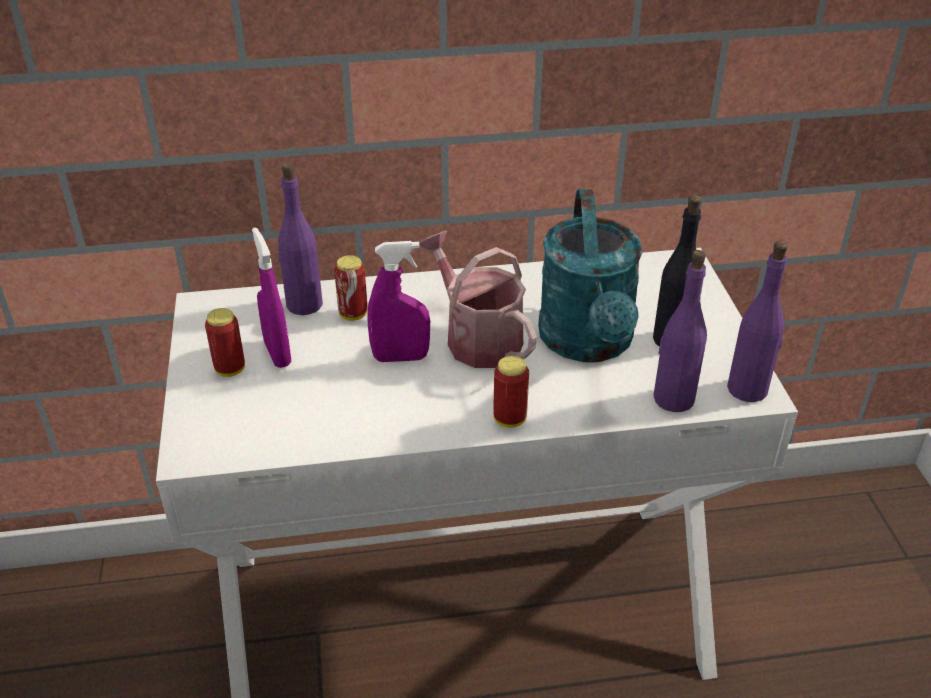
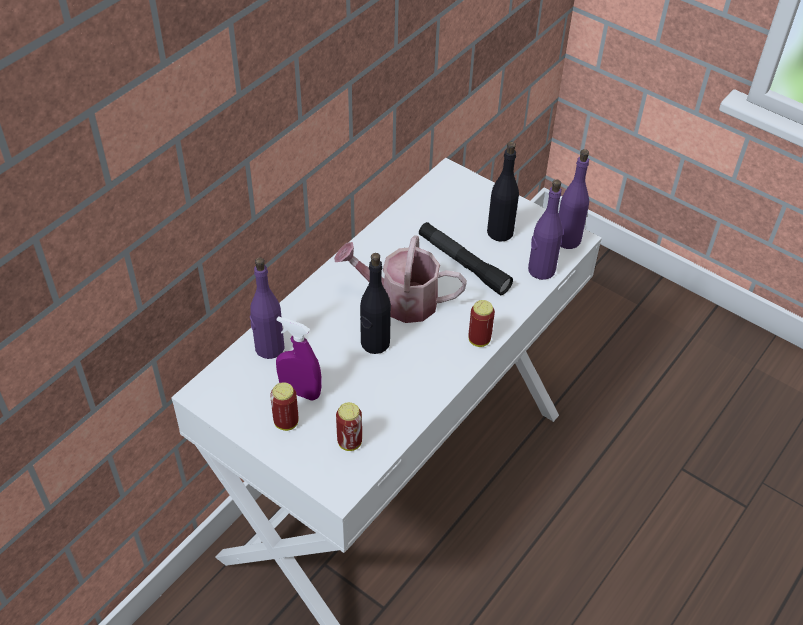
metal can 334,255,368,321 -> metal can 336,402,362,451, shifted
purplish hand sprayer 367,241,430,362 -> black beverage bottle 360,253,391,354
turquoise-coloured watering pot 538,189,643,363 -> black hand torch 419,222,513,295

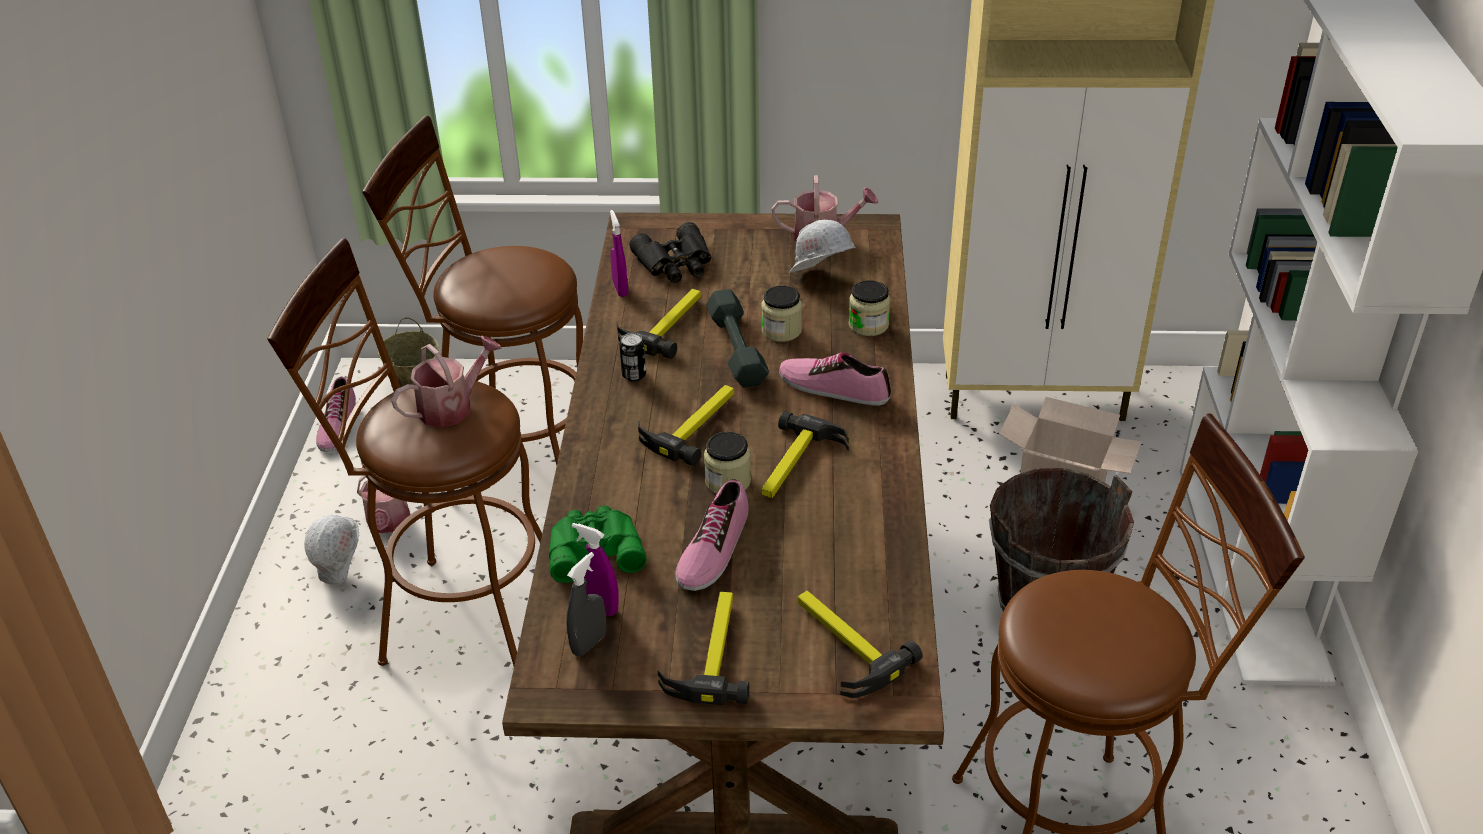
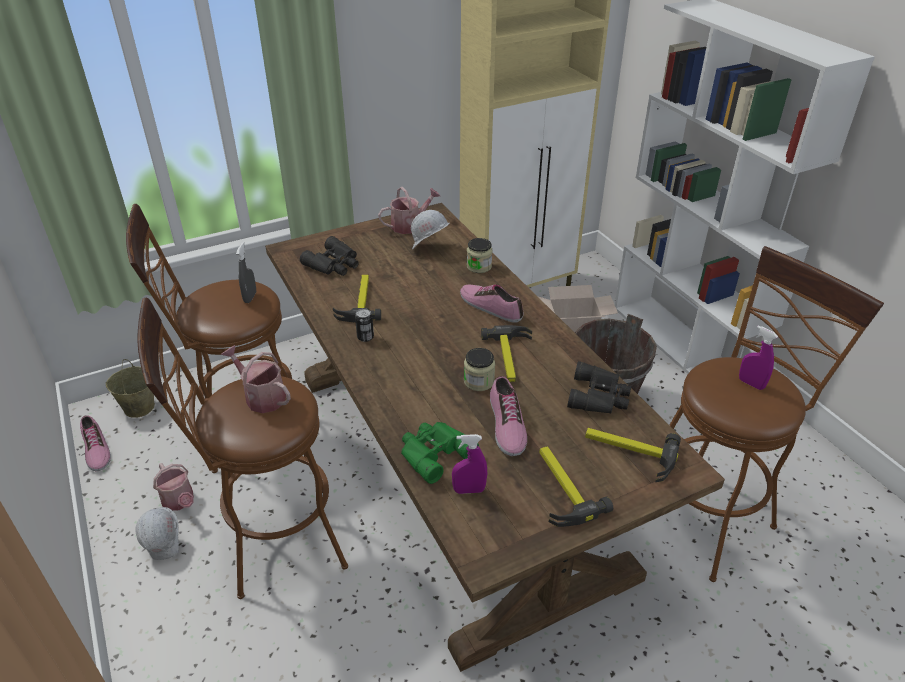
hand hammer 638,385,734,466 -> none
gray dumbbell 706,289,769,388 -> none
preserve jar 761,286,802,342 -> none
none -> black field glasses 567,361,631,413
gray hand sprayer 566,552,606,656 -> gray hand sprayer 236,242,256,303, shifted
purplish hand sprayer 610,210,629,297 -> purplish hand sprayer 739,325,778,390, shifted
watering pot 391,336,502,428 -> watering pot 221,345,291,413, 75 degrees counterclockwise
low shoe 779,353,891,406 -> low shoe 460,284,523,323, 45 degrees clockwise

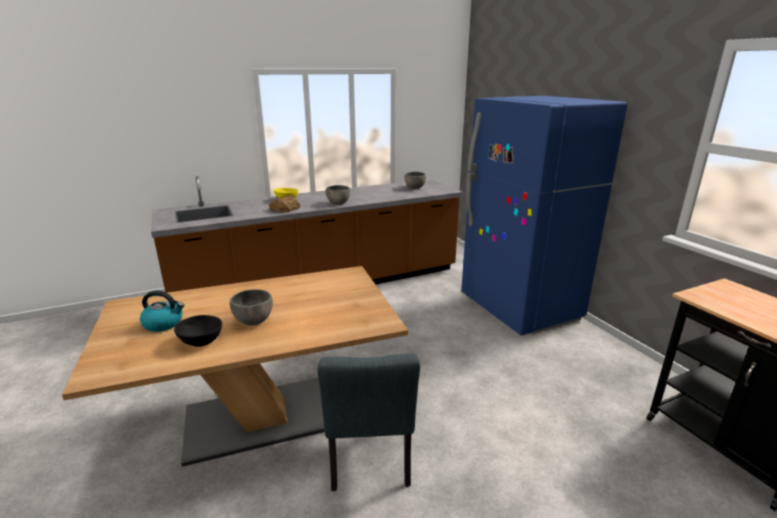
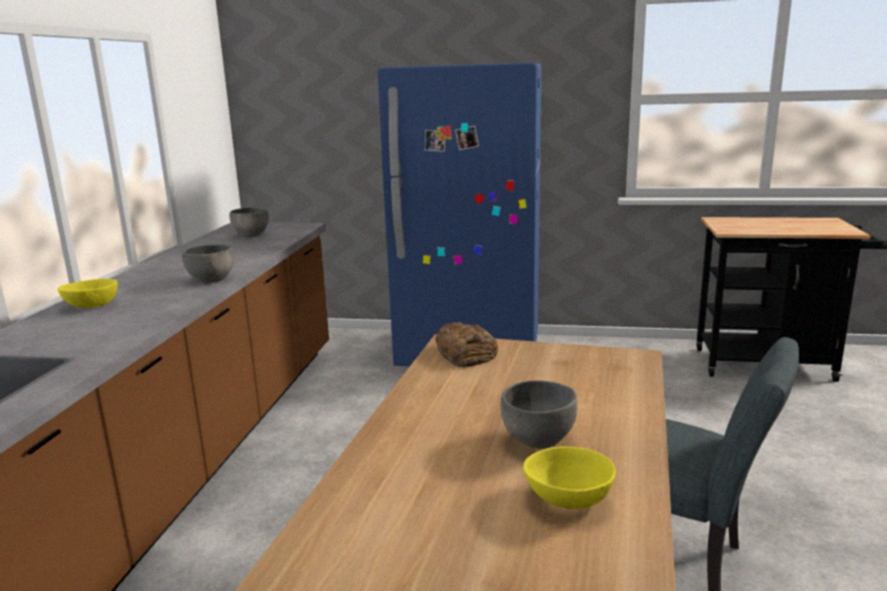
kettle 140,290,184,332 -> none
bakery bread 269,195,300,212 -> bakery bread 436,322,498,367, shifted
black serving bowl 174,315,222,347 -> yellowish serving bowl 523,447,616,509

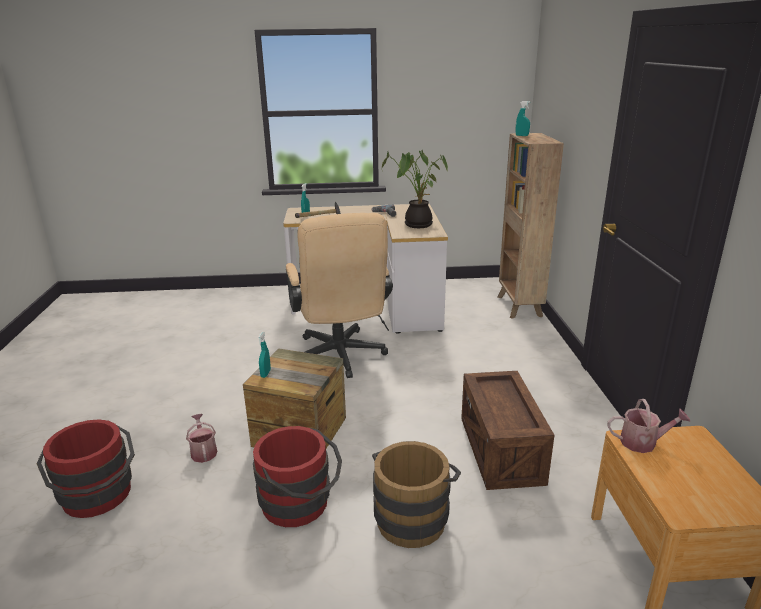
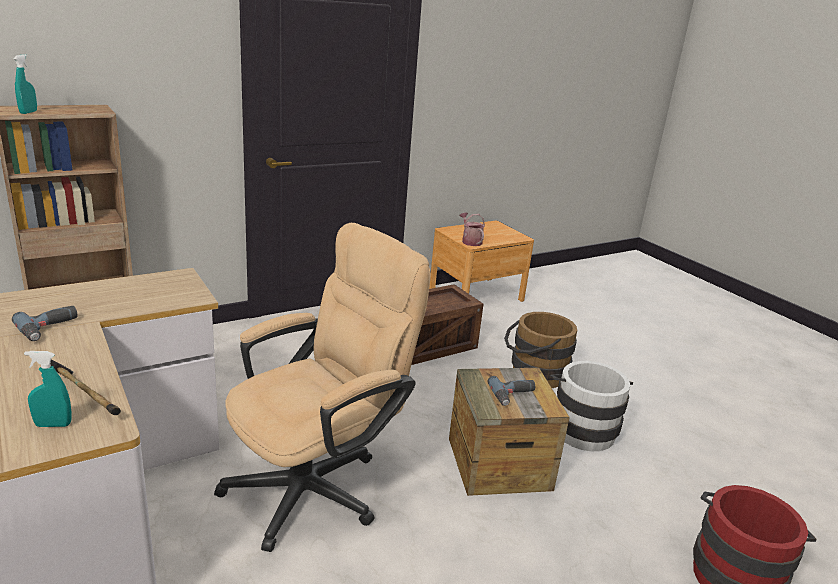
watering pot 186,414,217,463 -> none
turquoise-coloured hand sprayer 258,332,271,378 -> none
potted plant 382,150,448,228 -> none
none -> power drill 487,376,535,406
red-coloured water bucket 253,426,342,527 -> white water bucket 550,361,633,451

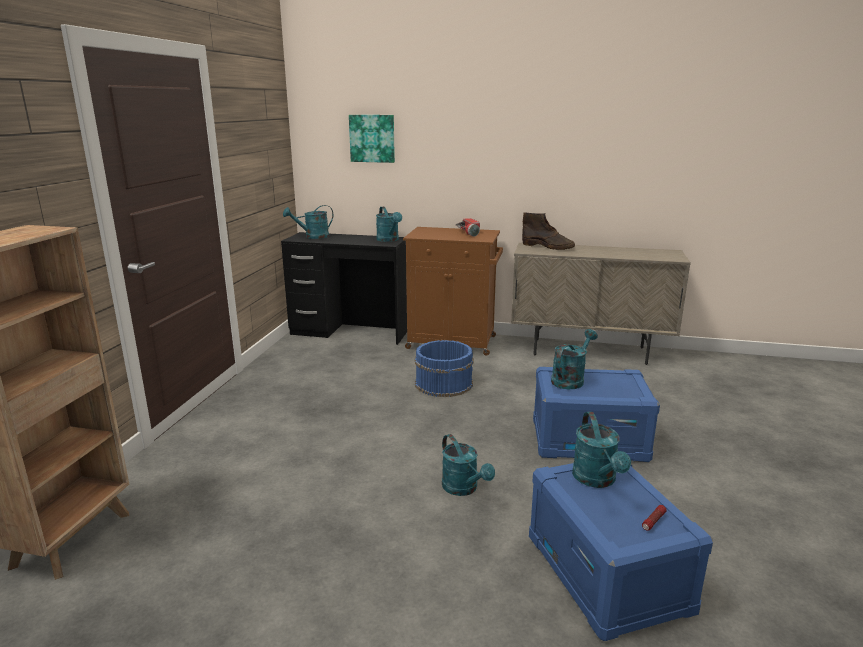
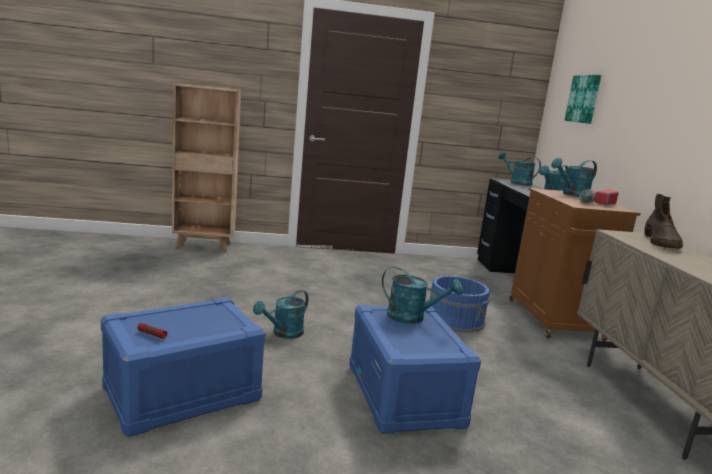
turquoise-coloured watering pot 572,412,631,488 -> turquoise-coloured watering pot 551,158,597,197, shifted

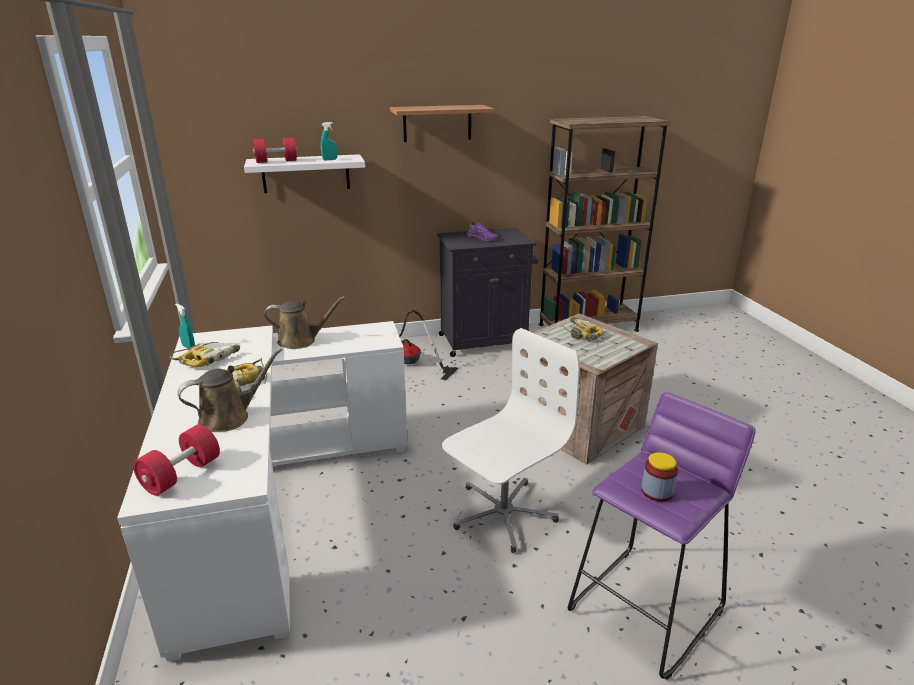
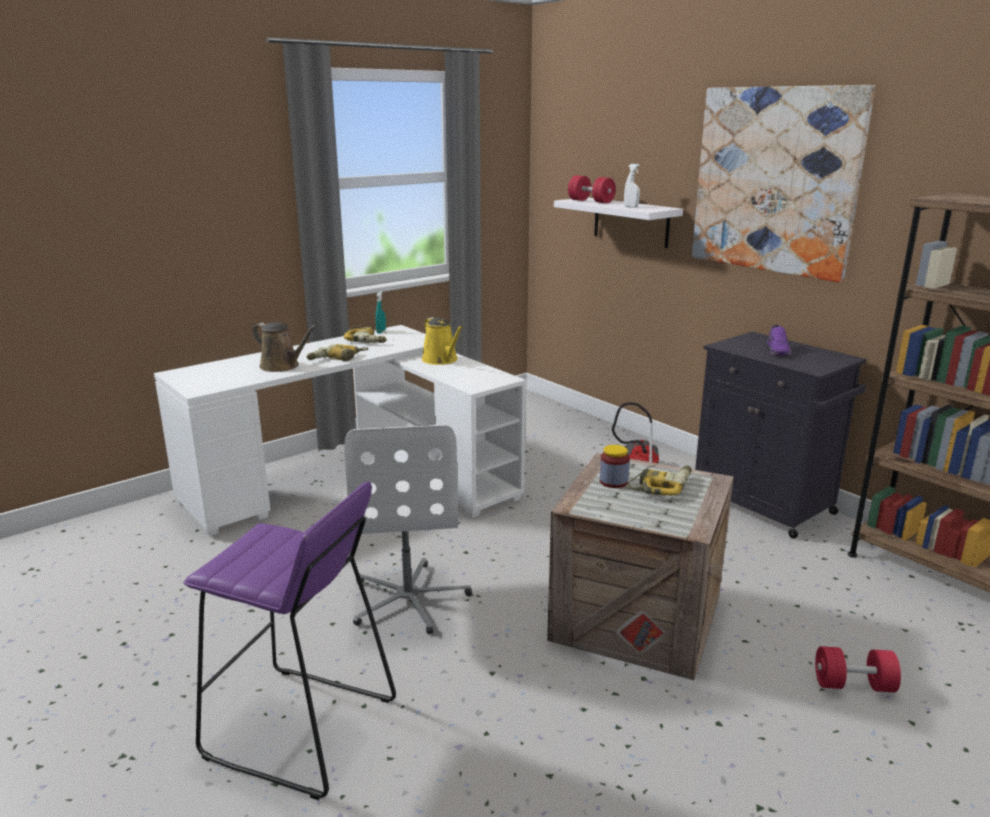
red-coloured dumbbell 133,424,220,496 -> red-coloured dumbbell 815,646,901,693, shifted
preserve jar 641,452,678,502 -> preserve jar 600,445,630,488, shifted
wall shelf 390,105,495,142 -> picture 692,85,875,282
brown watering pot 264,296,346,349 -> yellowish watering pot 422,317,463,365
turquoise-coloured hand sprayer 321,122,337,160 -> white hand sprayer 624,164,640,208
white office chair 442,328,580,553 -> white office chair 344,425,472,635, 60 degrees clockwise

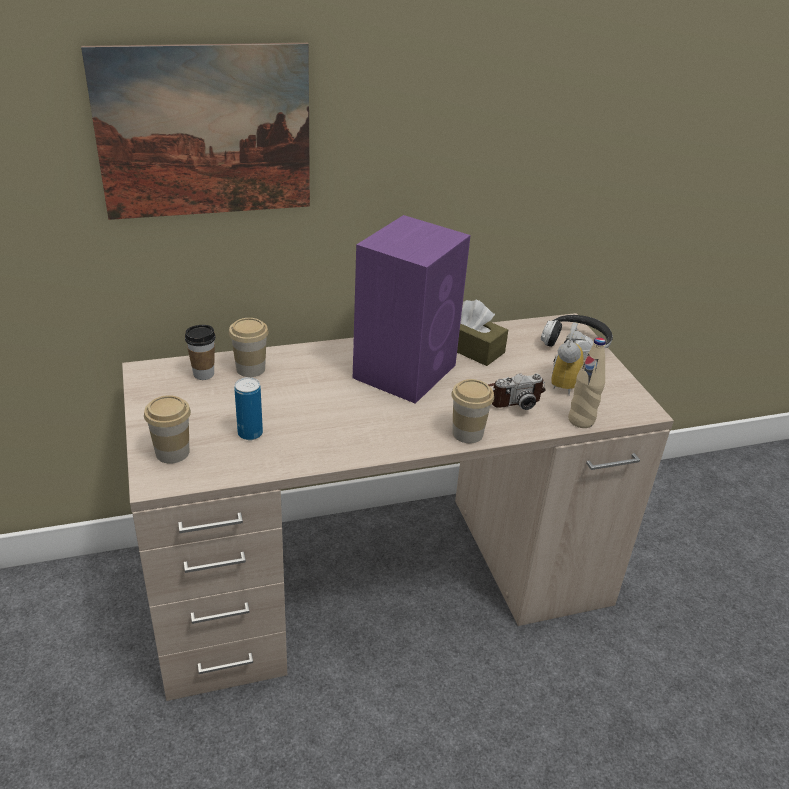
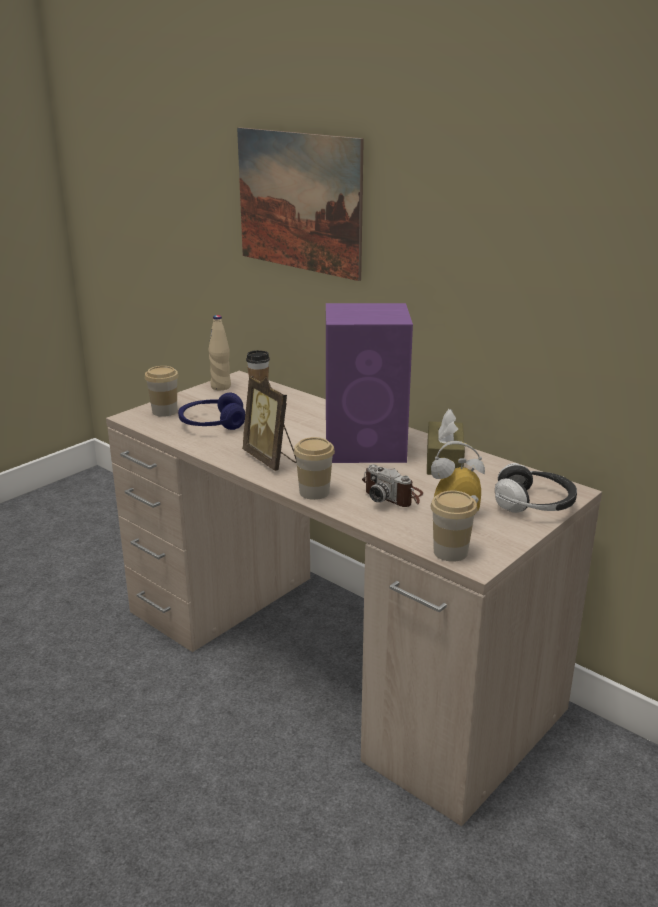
none -> photo frame 242,376,297,471
drinking cup 229,318,269,377 -> drinking cup 430,491,477,562, shifted
sand-coloured beverage bottle 568,337,606,428 -> sand-coloured beverage bottle 208,315,231,391, shifted
metal can 234,377,263,440 -> blue-coloured pair of headphones 178,393,245,430

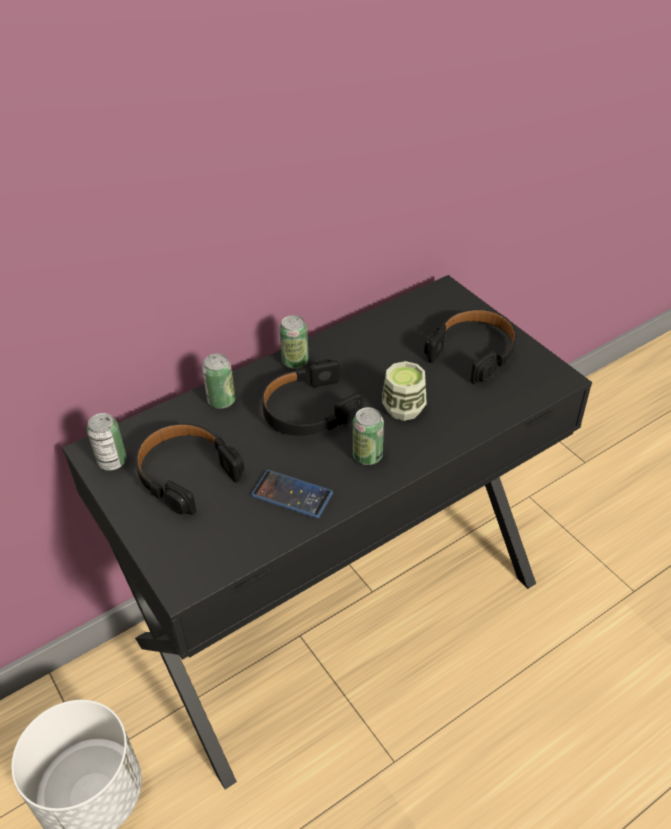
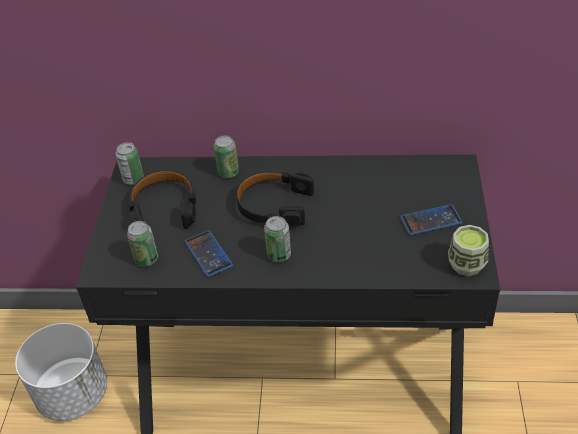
metal can 279,315,309,369 -> metal can 127,221,158,267, shifted
drinking cup 382,361,427,421 -> drinking cup 448,225,489,276, shifted
black pair of headphones 424,309,517,384 -> telephone 400,204,463,236

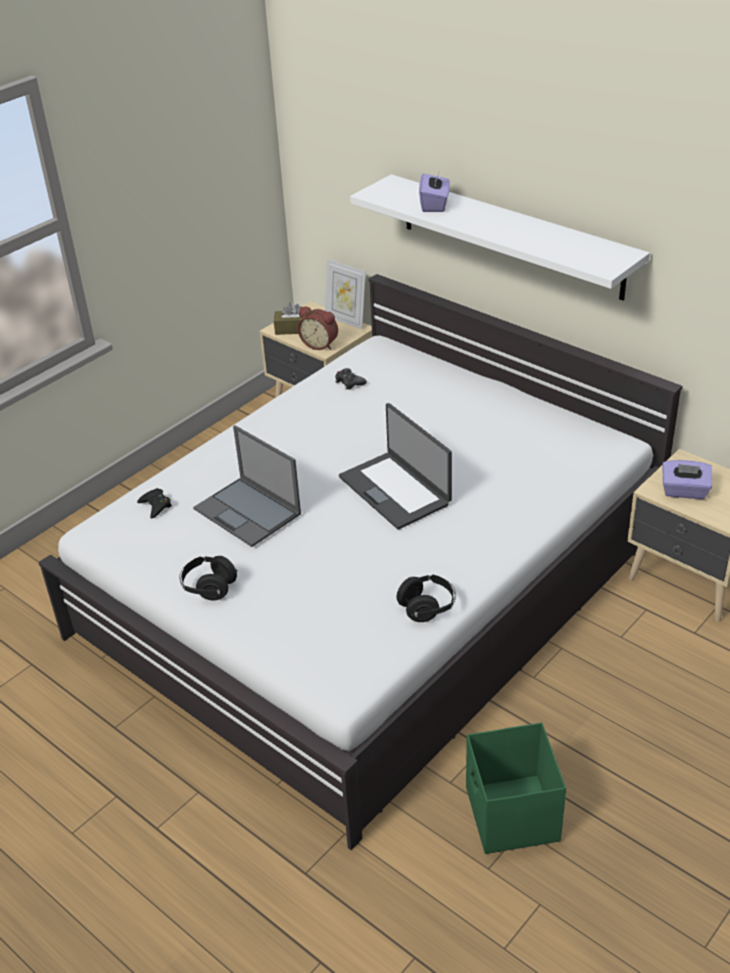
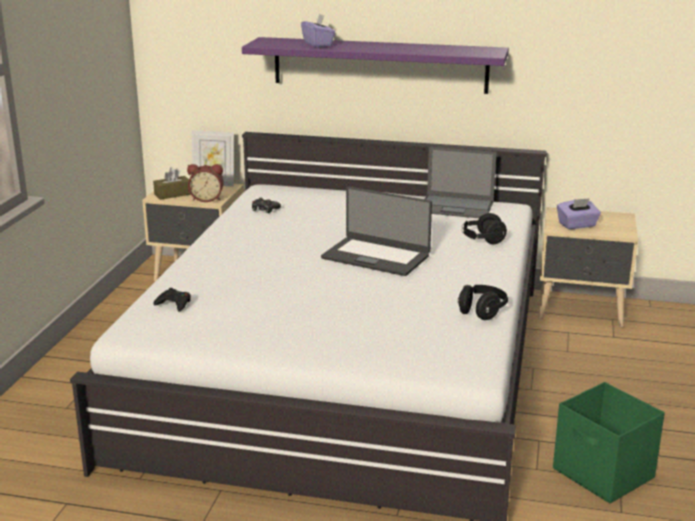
black pair of headphones 179,556,238,600 -> black pair of headphones 462,213,507,244, shifted
notebook computer 193,425,301,547 -> notebook computer 425,147,497,218, shifted
white wall shelf 350,174,650,301 -> purplish wall shelf 242,37,509,94

